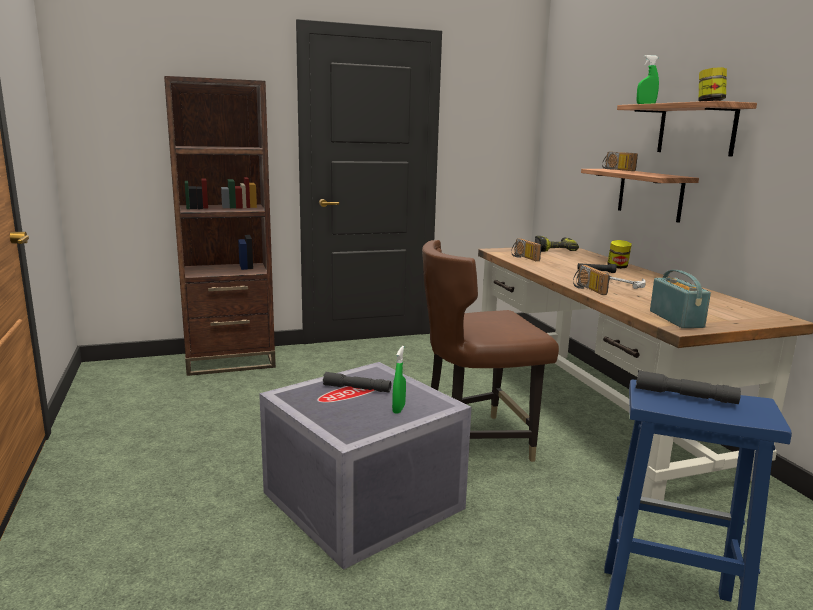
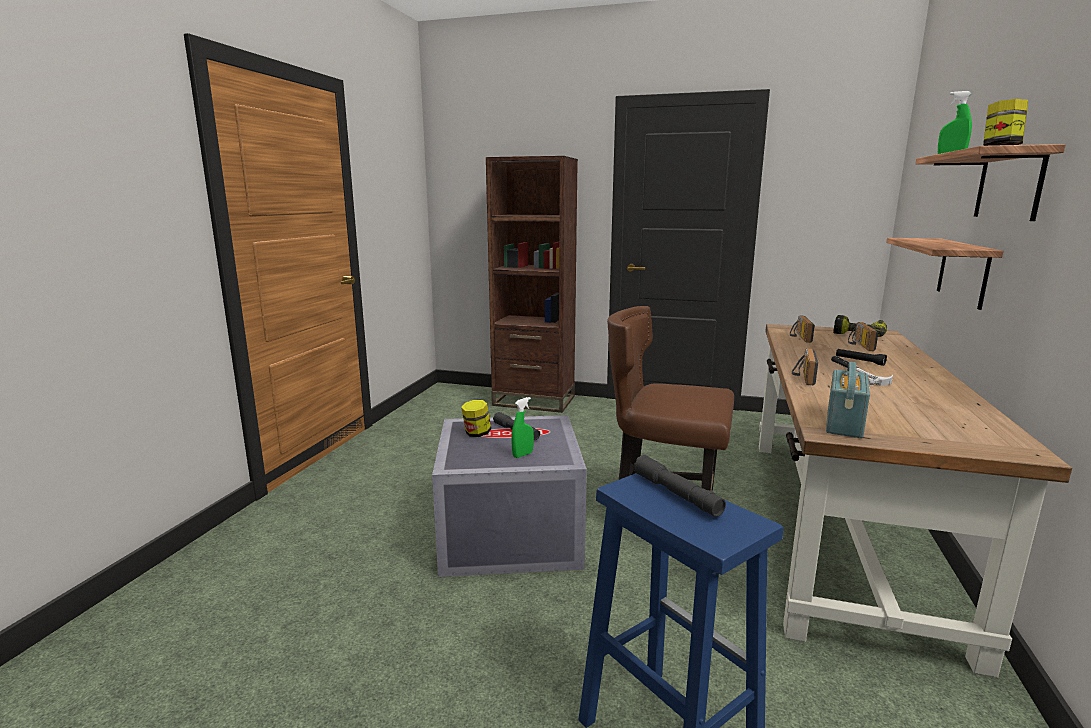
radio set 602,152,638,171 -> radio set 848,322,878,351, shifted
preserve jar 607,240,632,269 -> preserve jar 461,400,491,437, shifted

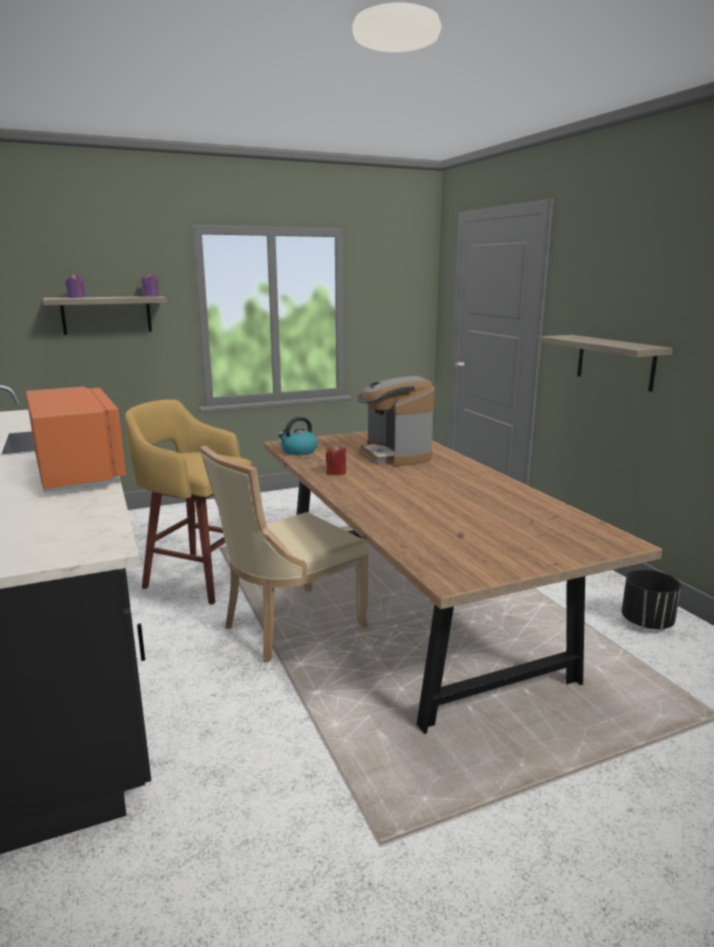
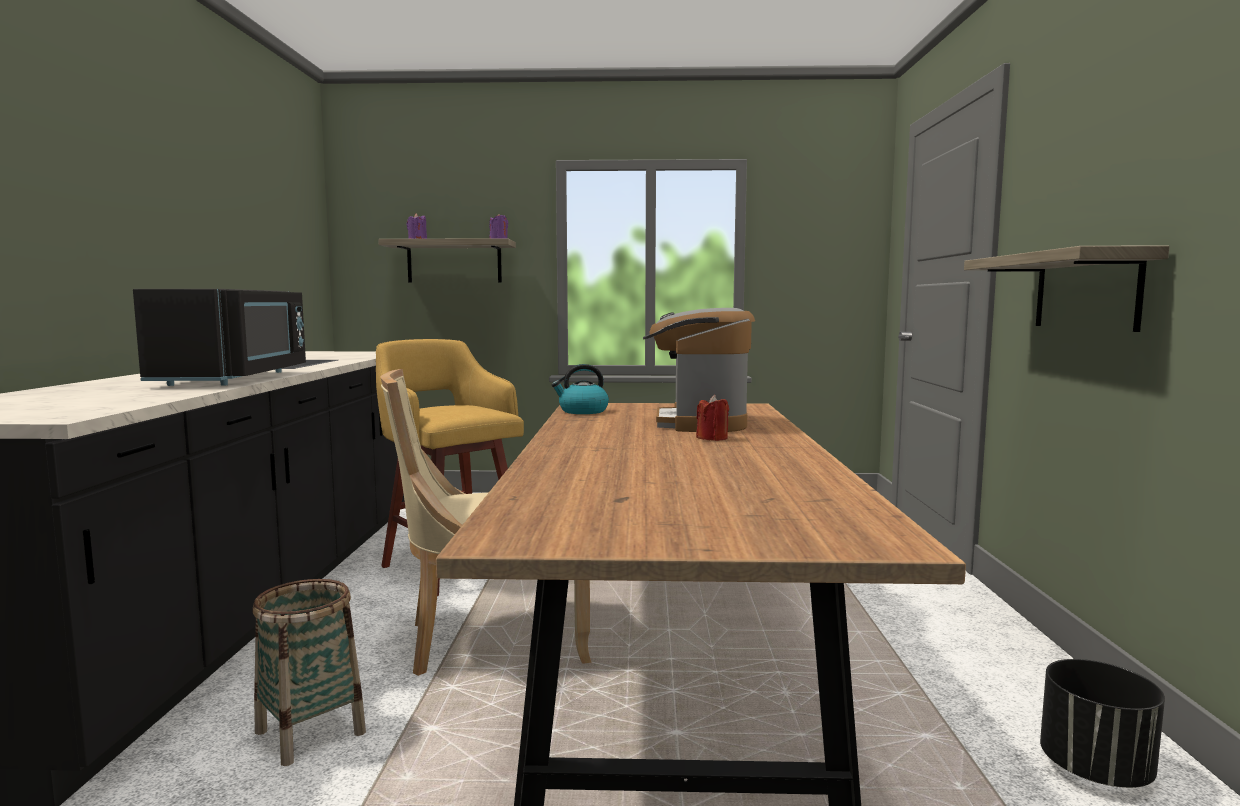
none -> household basket 252,579,366,766
red-coloured wax candle 326,445,346,475 -> red-coloured wax candle 696,395,729,441, shifted
orange-coloured kitchen microwave 26,387,126,492 -> black kitchen microwave 133,289,306,386

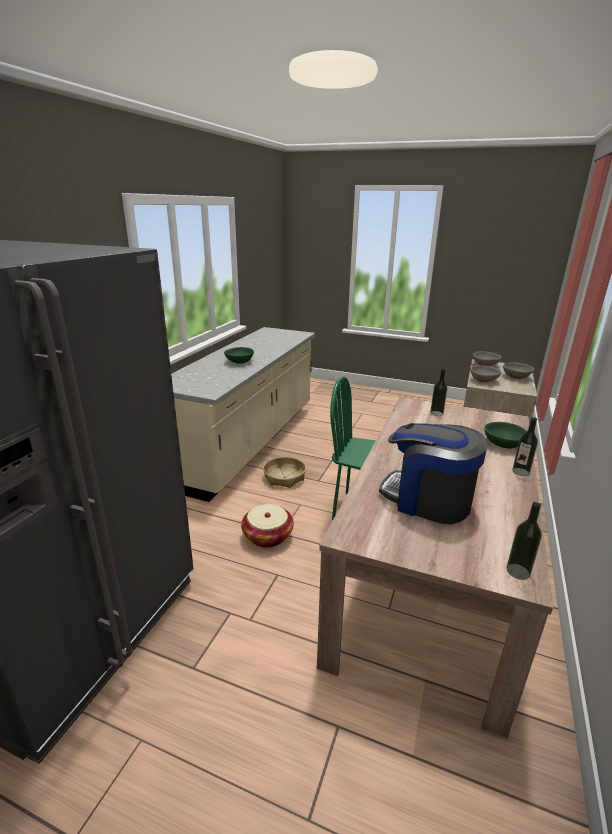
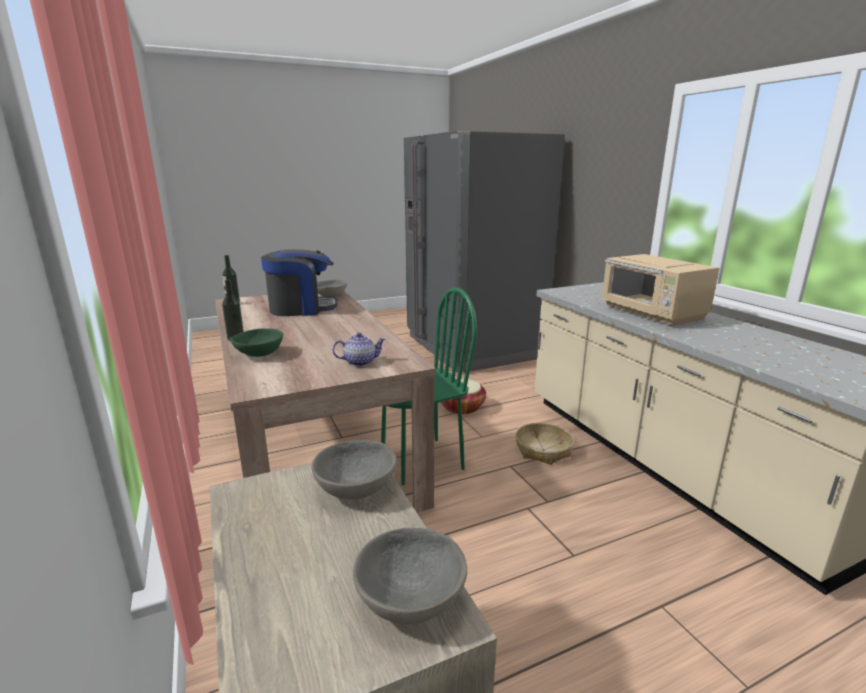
gray serving bowl 503,362,534,379 -> gray serving bowl 317,280,347,297, shifted
greenish serving bowl 224,347,254,364 -> sand-coloured kitchen microwave 601,254,719,327
beverage bottle 430,369,447,416 -> tea pot 332,333,386,366

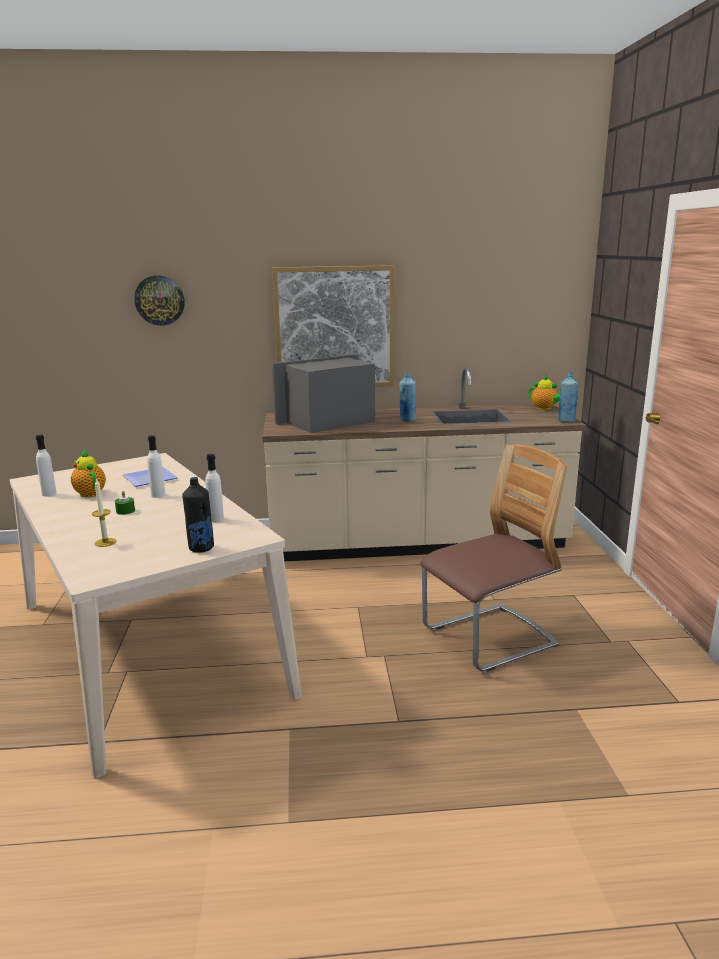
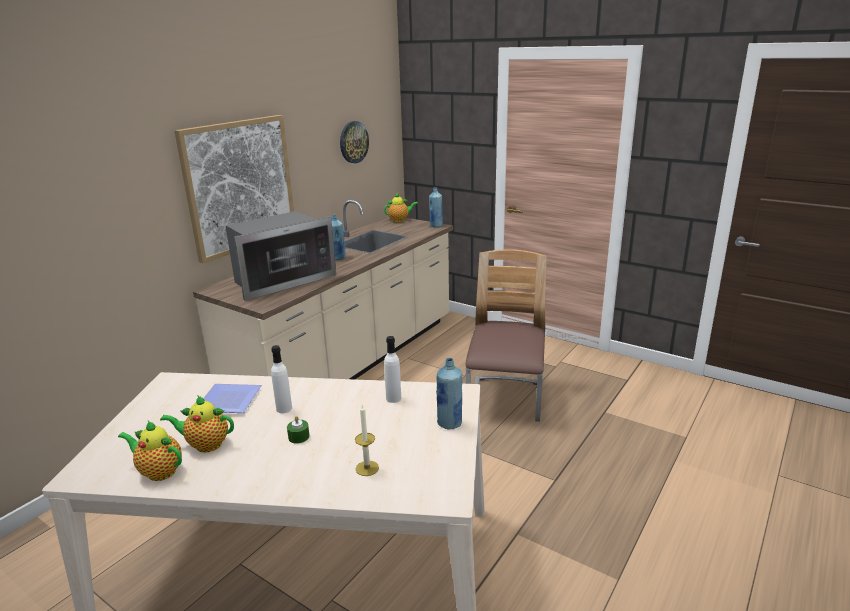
clock on the wall 134,275,185,326 -> clock on the wall 340,121,369,163, shifted
white beverage bottle 36,435,57,497 -> tea pot 118,421,182,481
black beverage bottle 182,477,214,553 -> blue-coloured beverage bottle 436,358,462,429
kitchen microwave 272,354,375,433 -> kitchen microwave 225,211,337,301, 135 degrees counterclockwise

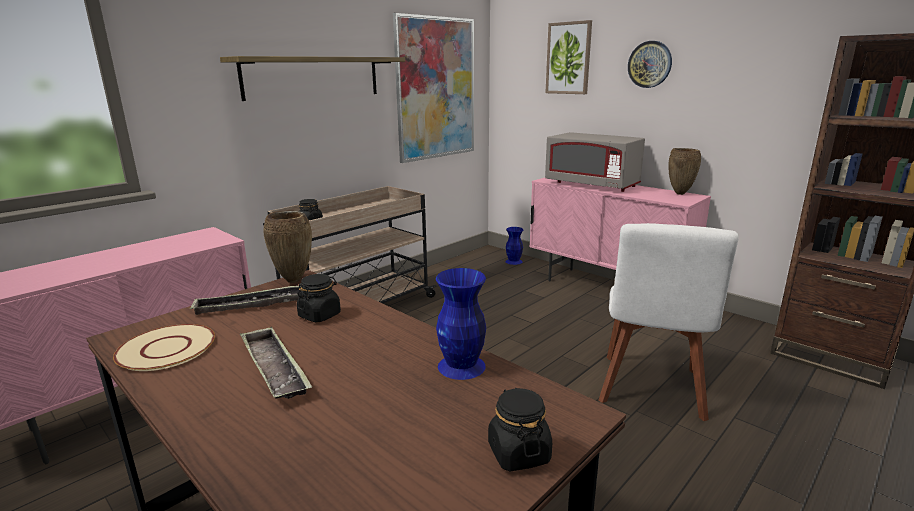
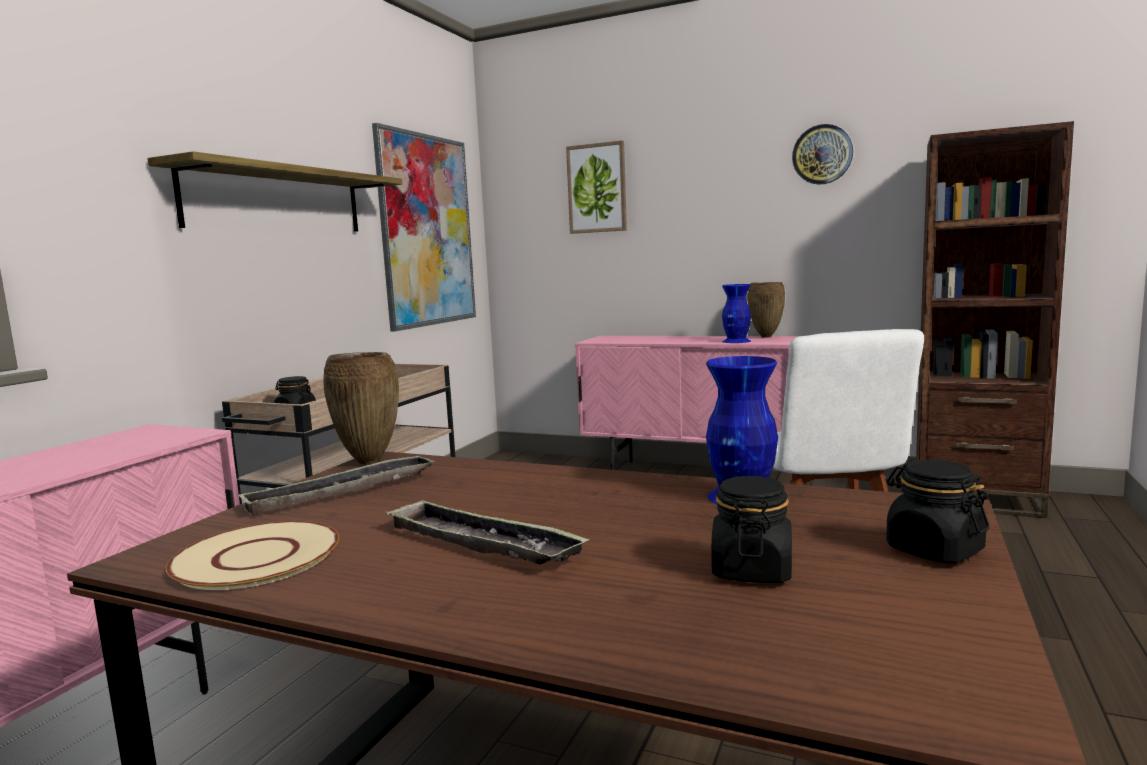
gray kitchen microwave 545,132,645,192 -> none
black preserve jar 297,274,341,322 -> black preserve jar 711,476,792,583, shifted
blue-coloured vase 506,227,523,265 -> blue-coloured vase 722,284,751,343, shifted
clock on the wall 628,41,672,88 -> clock on the wall 792,124,853,185, shifted

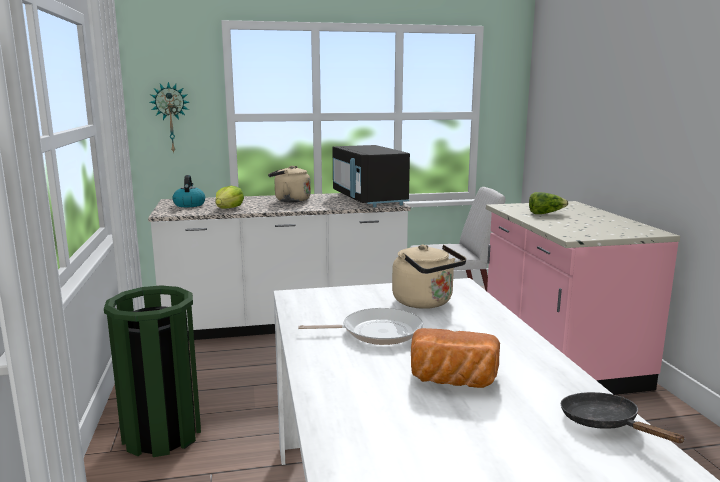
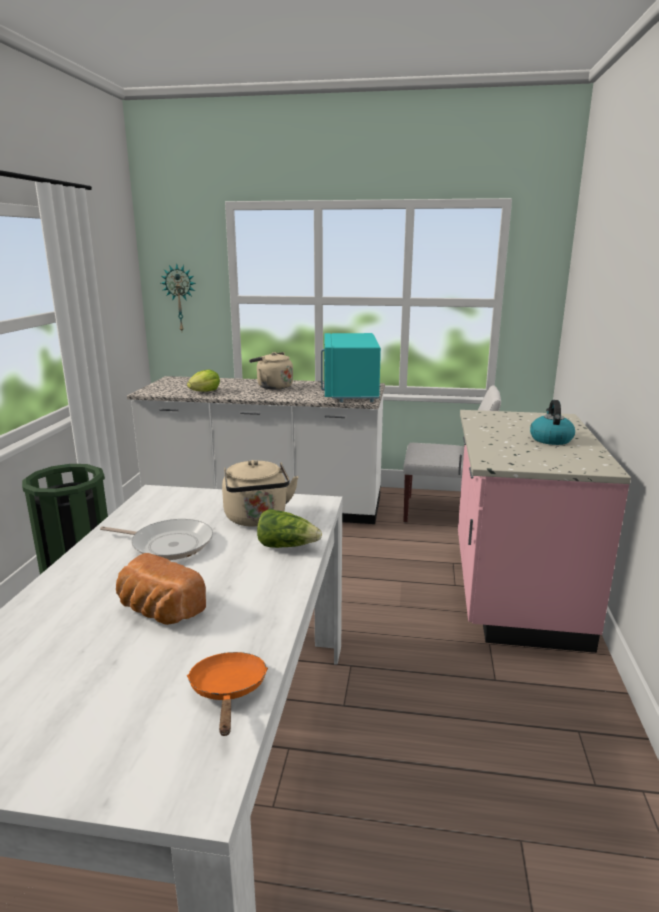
kettle 173,175,205,207 -> kettle 530,400,575,445, shifted
lettuce head 529,192,568,214 -> lettuce head 257,509,322,548, shifted
black kitchen microwave 333,145,410,207 -> turquoise-coloured kitchen microwave 321,333,381,402
black skillet 561,392,686,443 -> orange-coloured skillet 187,652,268,736

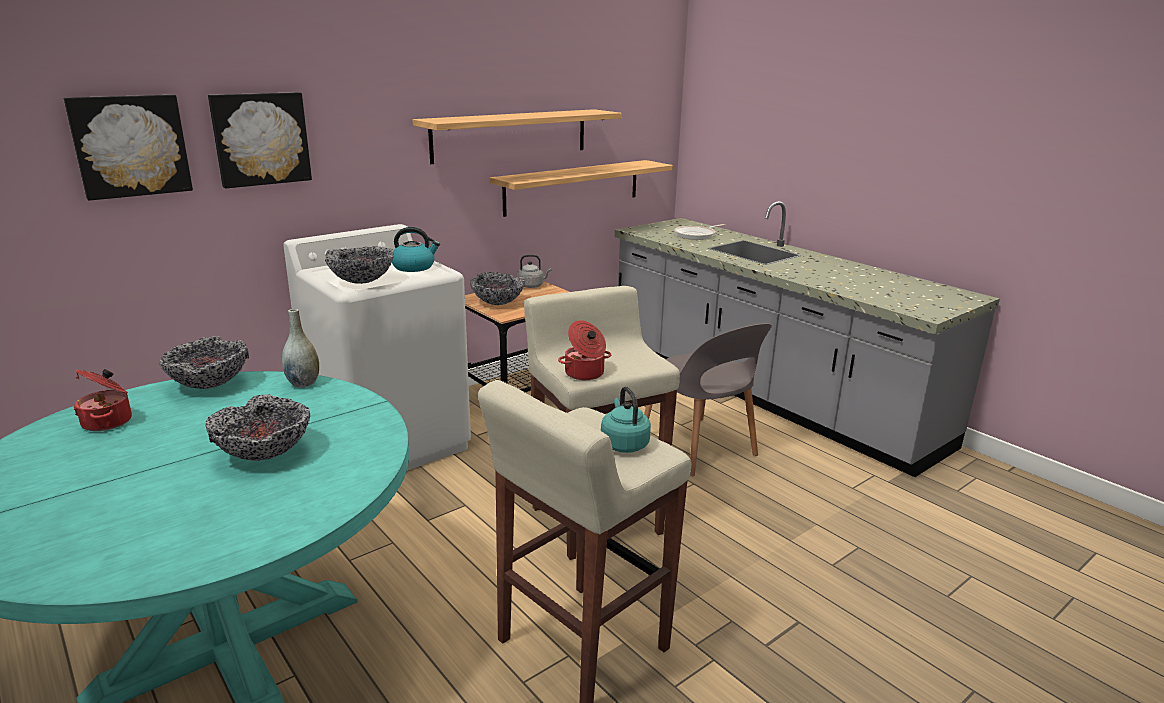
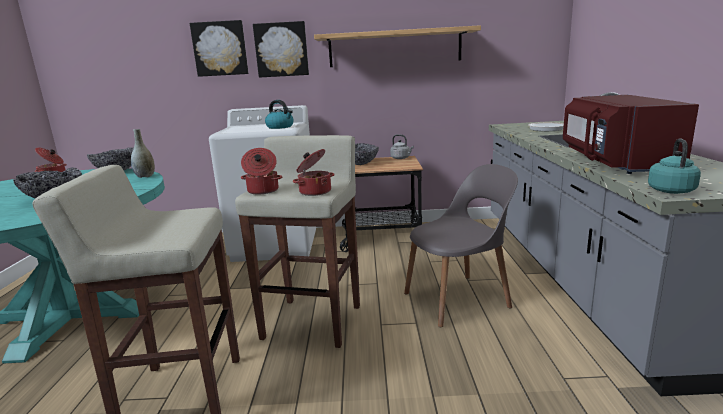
serving bowl 325,246,394,284 -> none
wall shelf 489,160,673,217 -> none
none -> cooking pot 293,149,335,196
none -> red-coloured kitchen microwave 563,95,699,174
picture 64,95,193,201 -> picture 253,21,309,78, shifted
turquoise-coloured kettle 601,386,651,453 -> turquoise-coloured kettle 648,138,701,194, shifted
gray upright chair 644,323,772,476 -> gray upright chair 404,164,518,327, 120 degrees counterclockwise

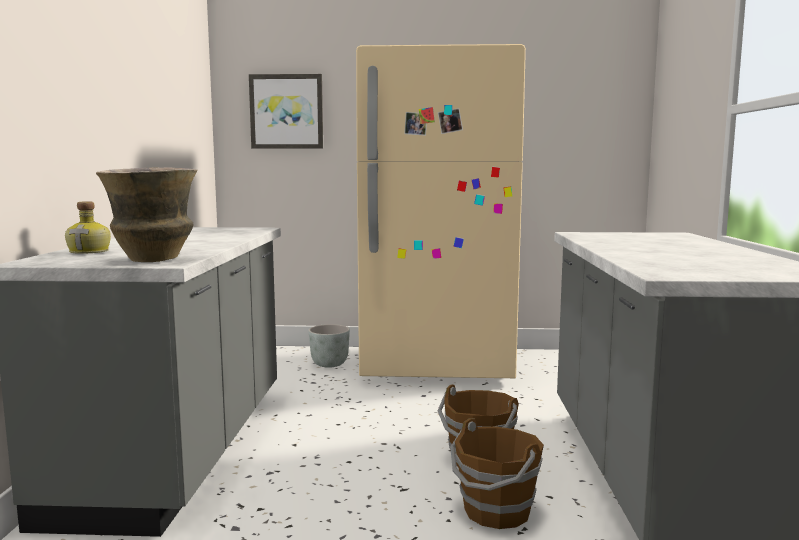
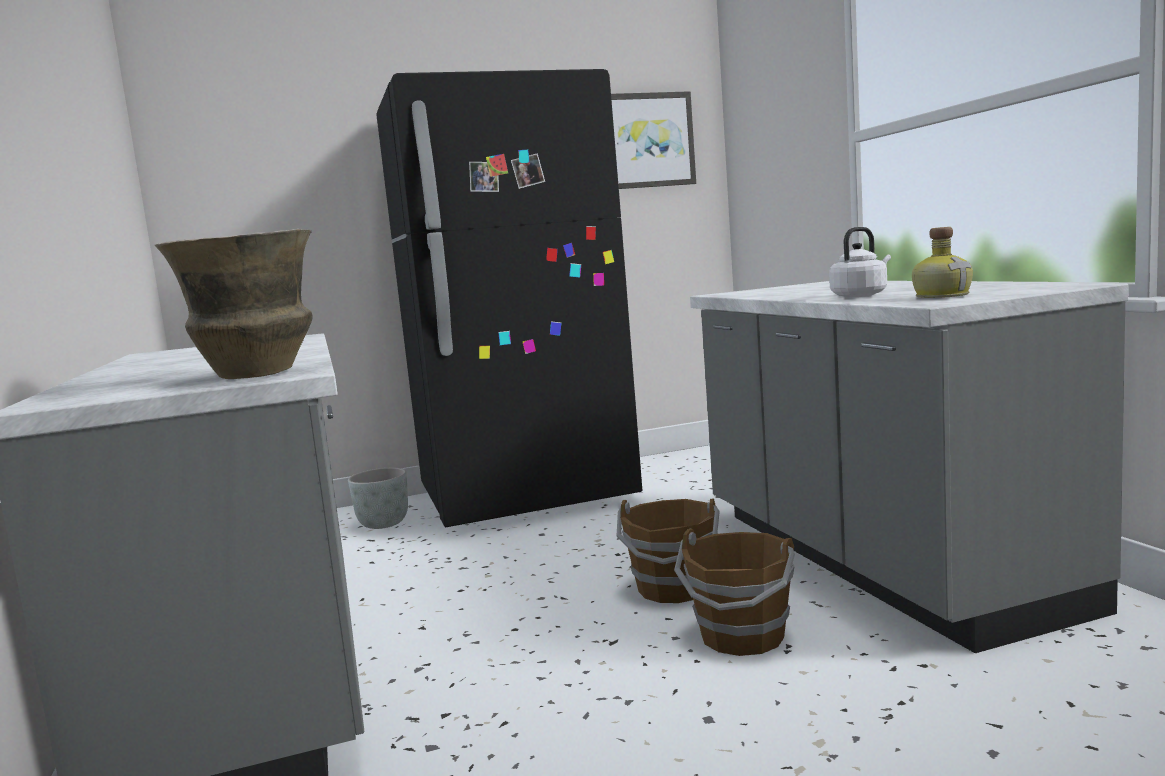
none -> white kettle 829,227,891,297
beverage bottle 65,201,111,254 -> beverage bottle 912,227,973,298, shifted
picture 249,74,323,149 -> picture 611,91,696,189, shifted
sand-coloured refrigerator 356,44,526,378 -> black refrigerator 376,69,642,527

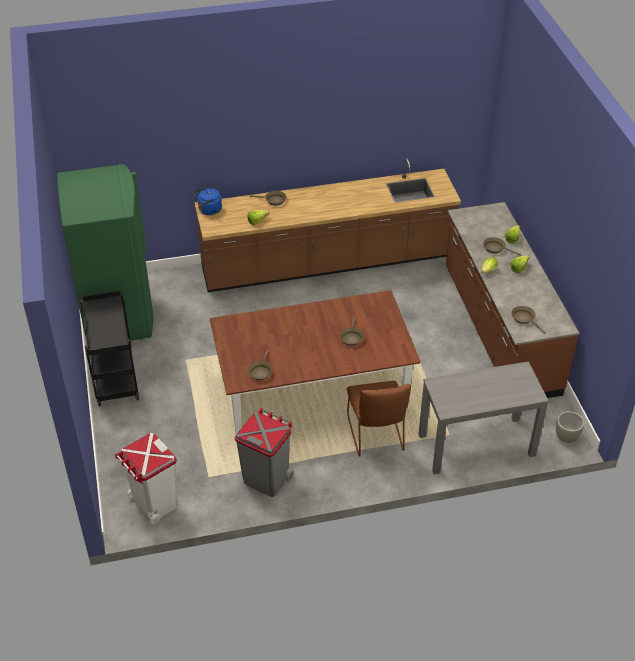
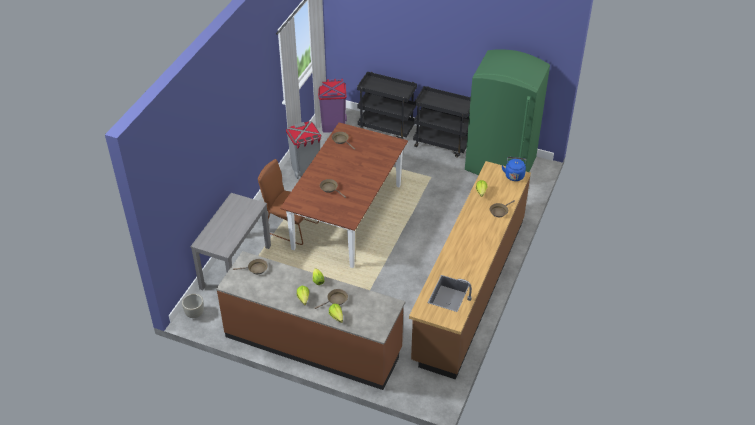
none -> black cart 357,72,417,139
white waste bin 115,433,177,524 -> purplish waste bin 318,79,347,133

